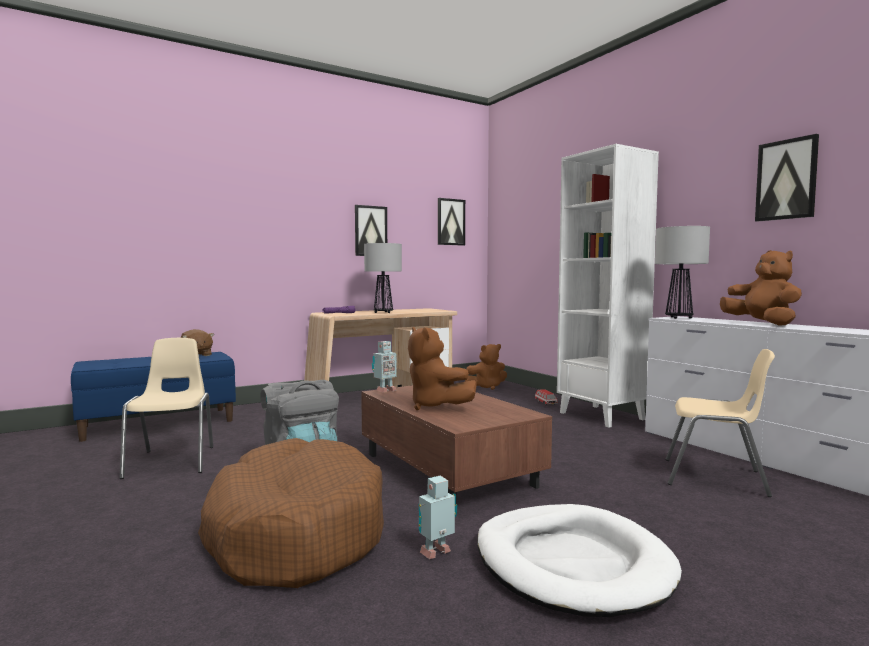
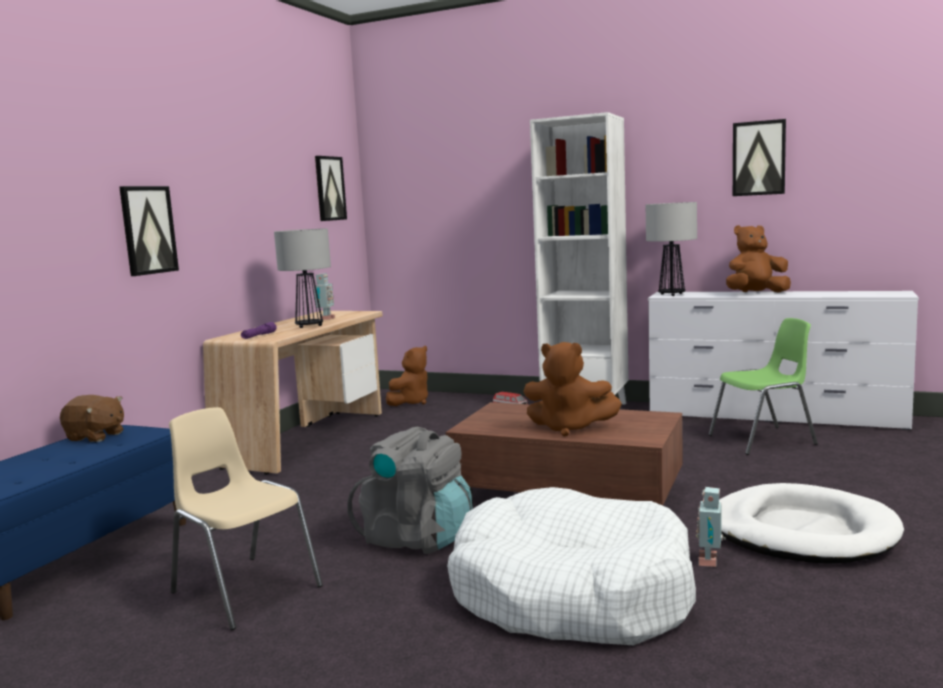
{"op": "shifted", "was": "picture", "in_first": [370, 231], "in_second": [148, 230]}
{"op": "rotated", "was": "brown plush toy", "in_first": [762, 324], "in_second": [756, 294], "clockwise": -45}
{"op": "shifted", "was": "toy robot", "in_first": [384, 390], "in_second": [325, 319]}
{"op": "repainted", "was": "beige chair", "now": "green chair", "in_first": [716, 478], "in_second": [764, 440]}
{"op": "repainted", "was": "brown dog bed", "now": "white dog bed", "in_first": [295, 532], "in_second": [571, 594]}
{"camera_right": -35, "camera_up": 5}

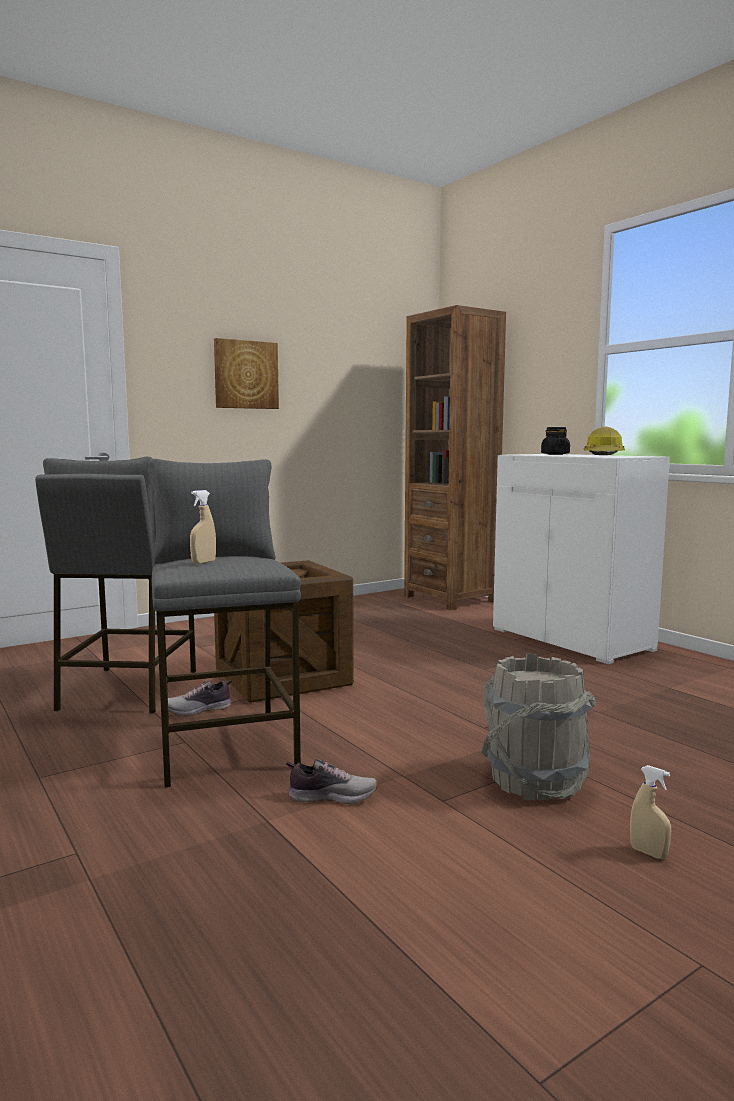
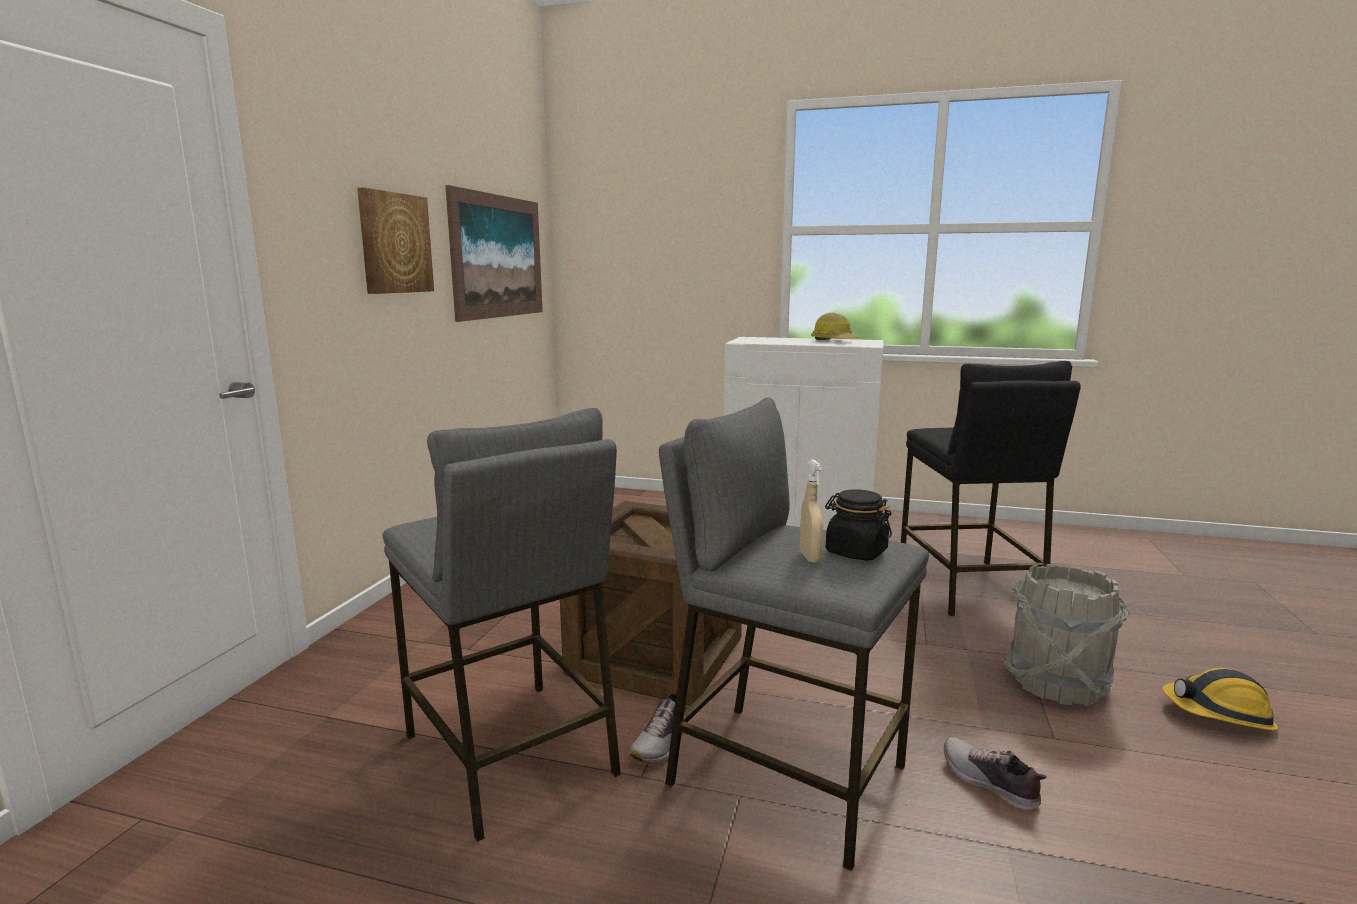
{"op": "gone", "was": "brown bookcase", "in_first": [450, 599]}
{"op": "shifted", "was": "black jar", "in_first": [555, 454], "in_second": [855, 552]}
{"op": "rotated", "was": "shoe", "in_first": [332, 796], "in_second": [989, 783], "clockwise": -90}
{"op": "swapped", "was": "beige spray bottle", "now": "hard hat", "in_first": [648, 853], "in_second": [1218, 714]}
{"op": "new", "now": "picture", "in_second": [498, 256]}
{"op": "new", "now": "black stool", "in_second": [968, 587]}
{"camera_right": -40, "camera_up": 5}

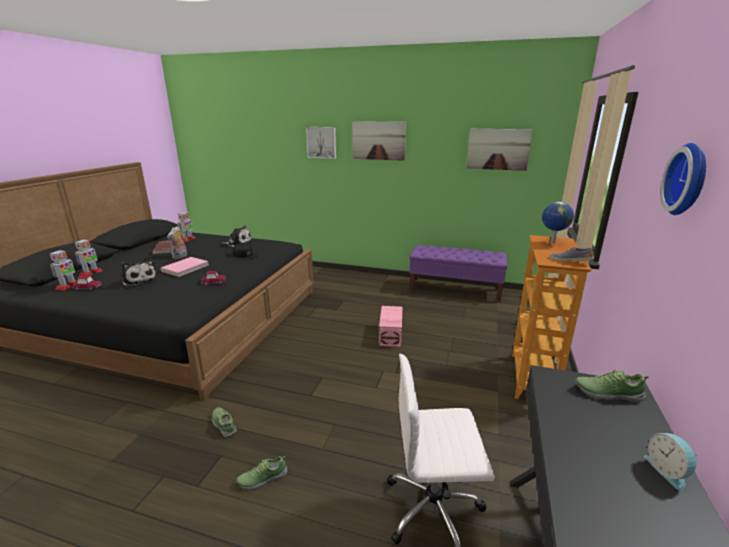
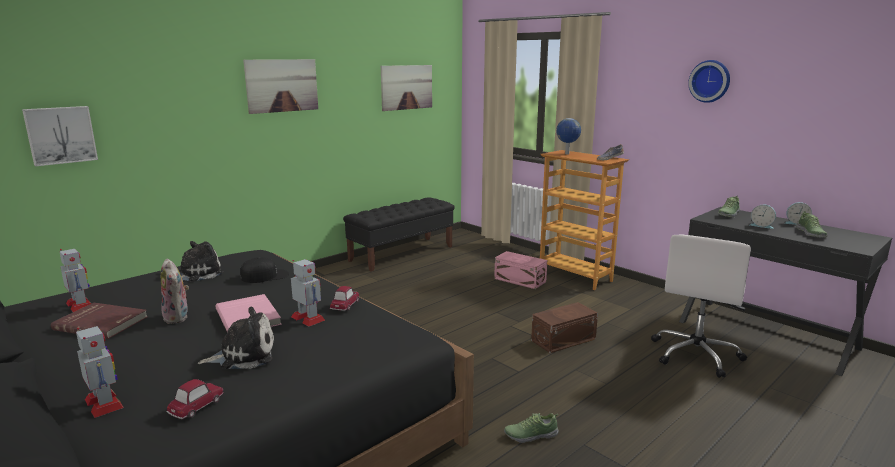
{"op": "shifted", "was": "picture", "in_first": [321, 142], "in_second": [60, 135]}
{"op": "repainted", "was": "purple bench", "now": "black bench", "in_first": [455, 290], "in_second": [402, 253]}
{"op": "shifted", "was": "toy robot", "in_first": [68, 286], "in_second": [308, 318]}
{"op": "shifted", "was": "pink storage box", "in_first": [390, 335], "in_second": [520, 280]}
{"op": "shifted", "was": "shoe", "in_first": [262, 478], "in_second": [810, 233]}
{"op": "new", "now": "alarm clock", "in_second": [762, 226]}
{"op": "new", "now": "brown storage box", "in_second": [562, 339]}
{"camera_right": -60, "camera_up": -5}

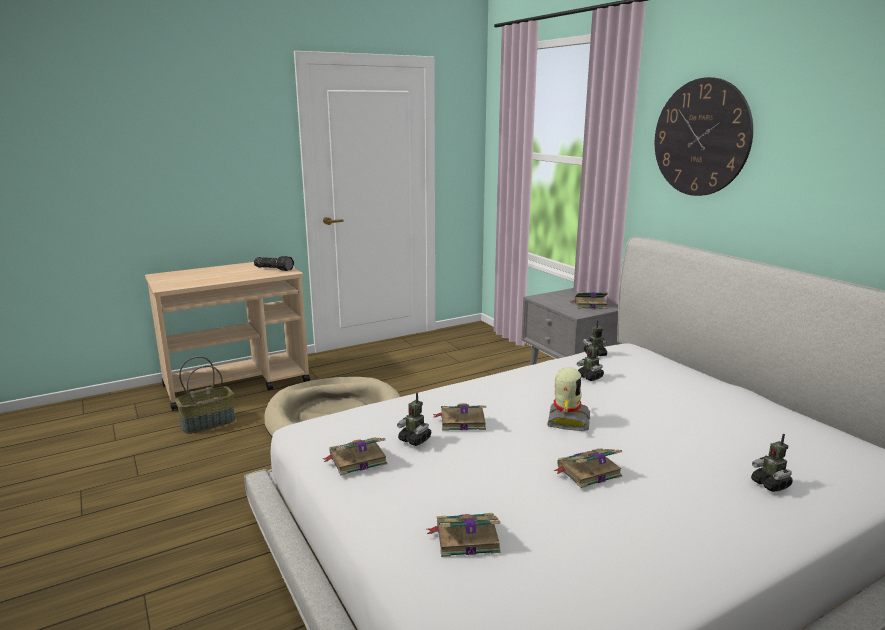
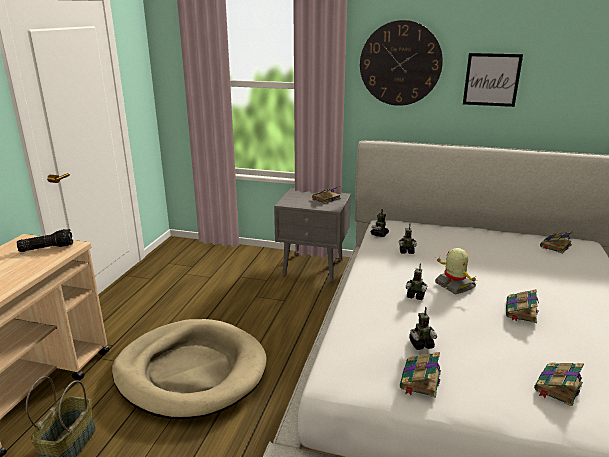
{"op": "shifted", "was": "book", "in_first": [461, 421], "in_second": [555, 246]}
{"op": "shifted", "was": "toy robot", "in_first": [770, 484], "in_second": [415, 296]}
{"op": "new", "now": "picture", "in_second": [491, 79]}
{"camera_right": -45, "camera_up": 5}

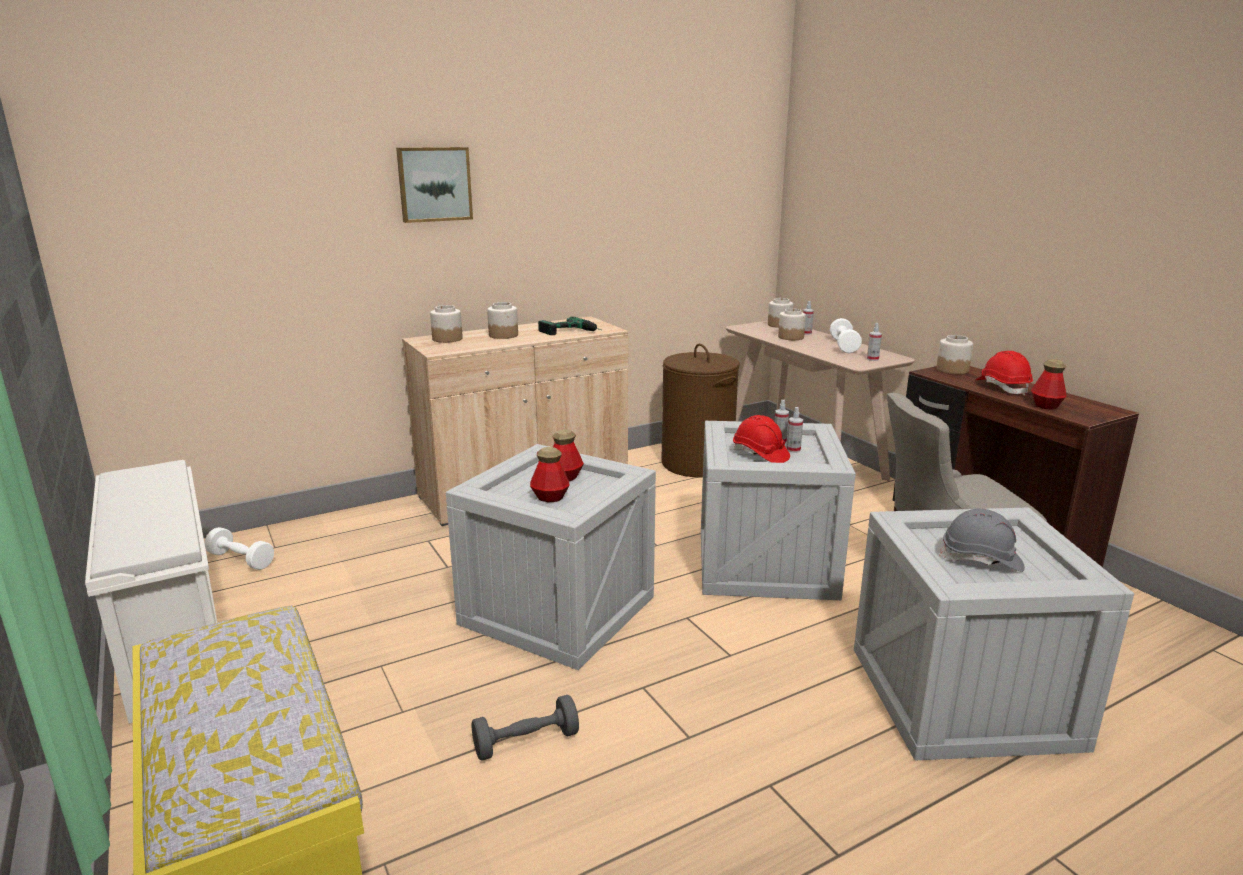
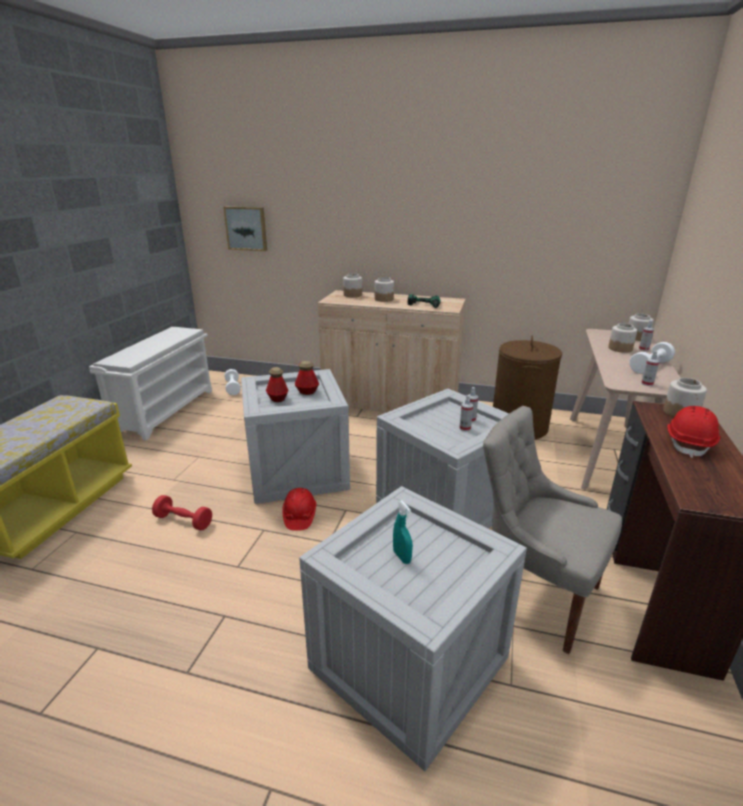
{"op": "shifted", "was": "picture", "in_first": [434, 184], "in_second": [246, 228]}
{"op": "gone", "was": "bottle", "in_first": [1046, 406]}
{"op": "shifted", "was": "red hard hat", "in_first": [760, 454], "in_second": [299, 516]}
{"op": "swapped", "was": "grey hard hat", "now": "turquoise spray bottle", "in_first": [981, 560], "in_second": [402, 557]}
{"op": "repainted", "was": "grey dumbbell", "now": "red dumbbell", "in_first": [526, 742], "in_second": [183, 521]}
{"camera_right": 45, "camera_up": 5}

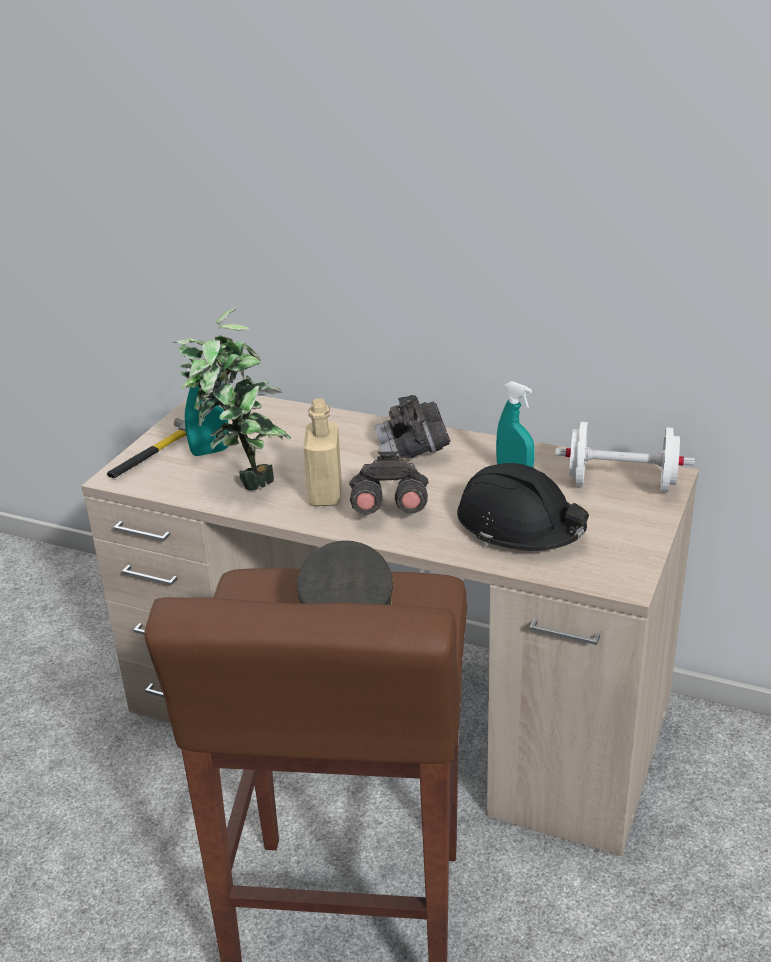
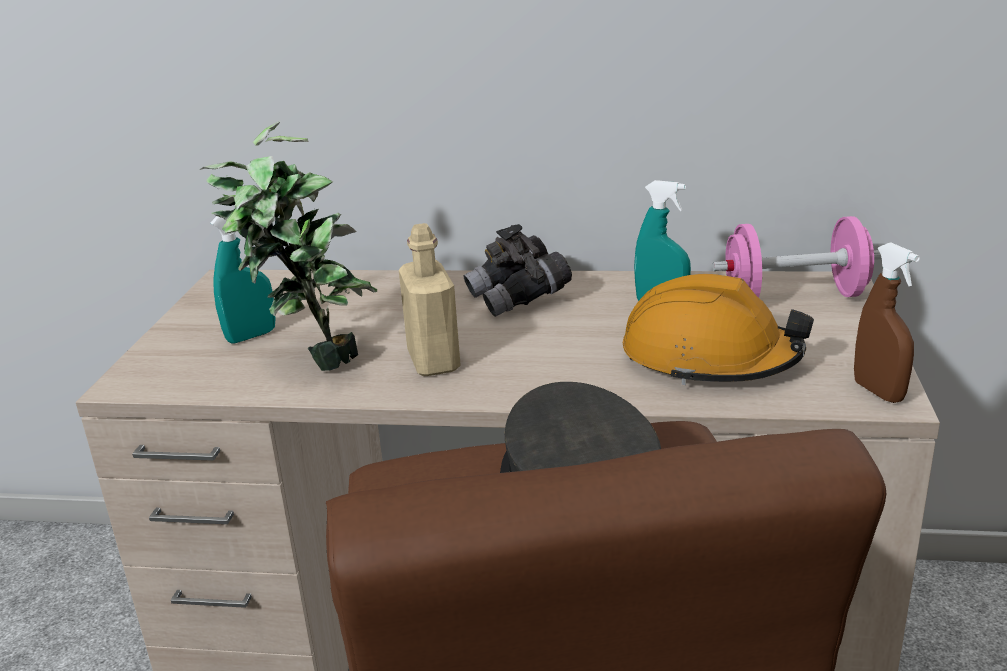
{"op": "gone", "was": "hammer", "in_first": [155, 453]}
{"op": "repainted", "was": "white dumbbell", "now": "pink dumbbell", "in_first": [621, 484], "in_second": [794, 297]}
{"op": "gone", "was": "grey binoculars", "in_first": [388, 509]}
{"op": "repainted", "was": "black hard hat", "now": "orange hard hat", "in_first": [520, 527], "in_second": [710, 359]}
{"op": "new", "now": "brown spray bottle", "in_second": [878, 392]}
{"camera_right": -15, "camera_up": -5}

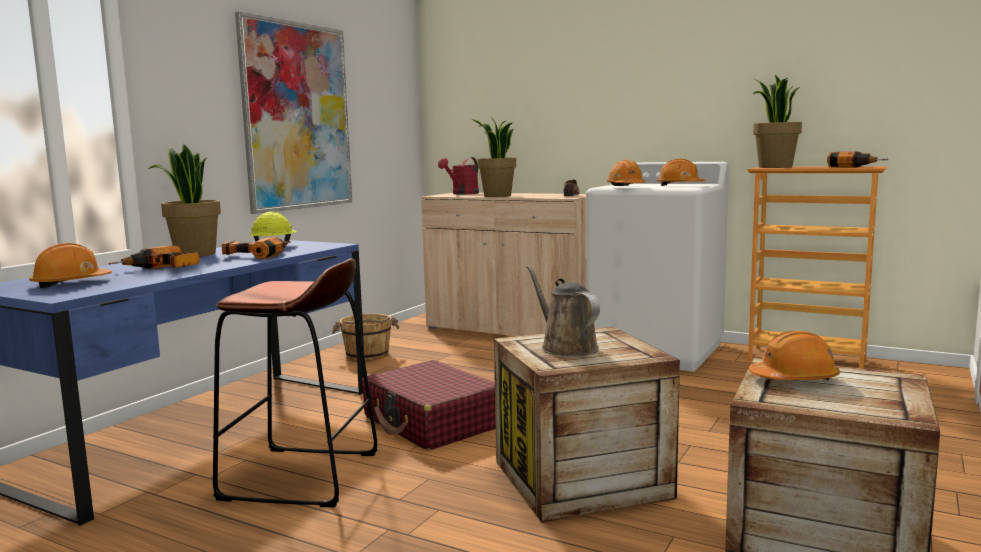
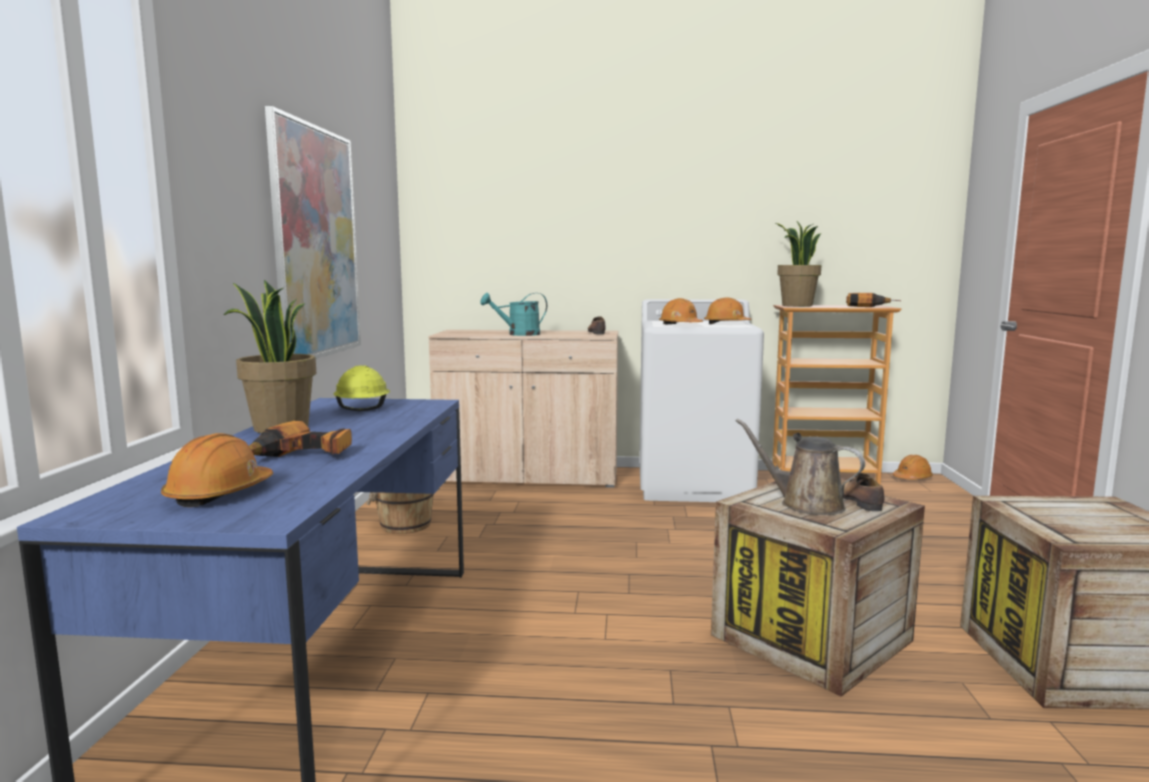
{"op": "swapped", "was": "potted plant", "now": "turquoise watering can", "in_first": [497, 196], "in_second": [518, 334]}
{"op": "gone", "was": "red watering can", "in_first": [462, 194]}
{"op": "gone", "was": "power drill", "in_first": [256, 255]}
{"op": "gone", "was": "brown stool", "in_first": [301, 476]}
{"op": "shifted", "was": "orange hard hat", "in_first": [794, 379], "in_second": [912, 478]}
{"op": "gone", "was": "red suitcase", "in_first": [432, 422]}
{"op": "new", "now": "shoe", "in_second": [856, 500]}
{"camera_right": -25, "camera_up": 0}

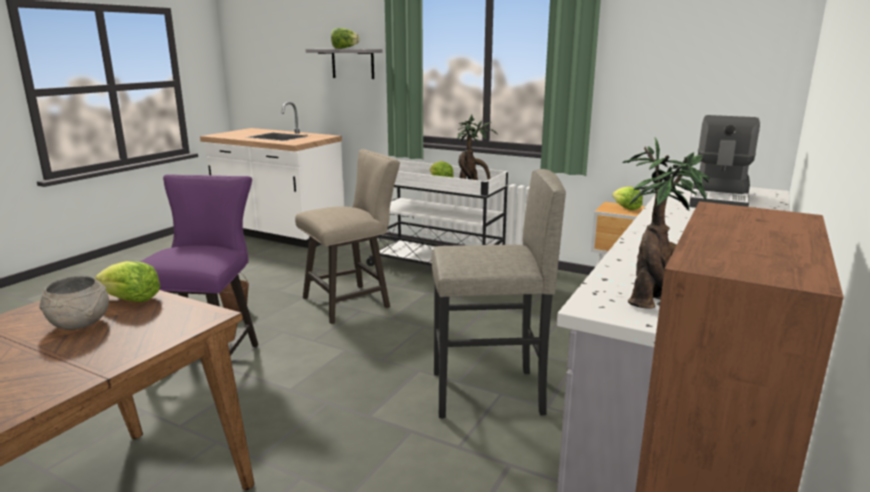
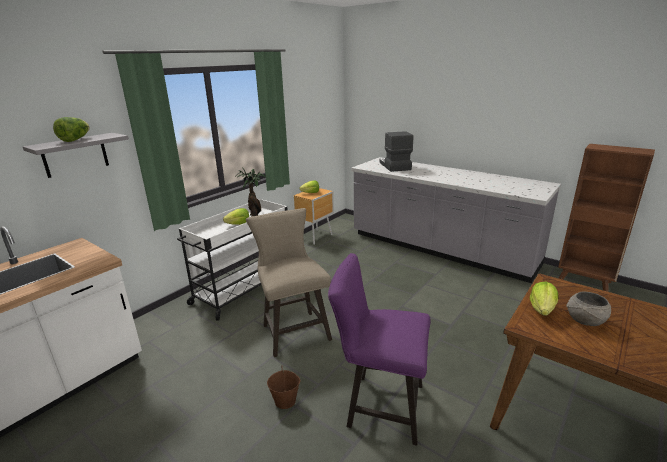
{"op": "rotated", "was": "coffee machine", "in_first": [720, 199], "in_second": [394, 166], "clockwise": -135}
{"op": "gone", "was": "potted plant", "in_first": [655, 301]}
{"op": "gone", "was": "grey stool", "in_first": [487, 393]}
{"camera_right": -80, "camera_up": 5}

